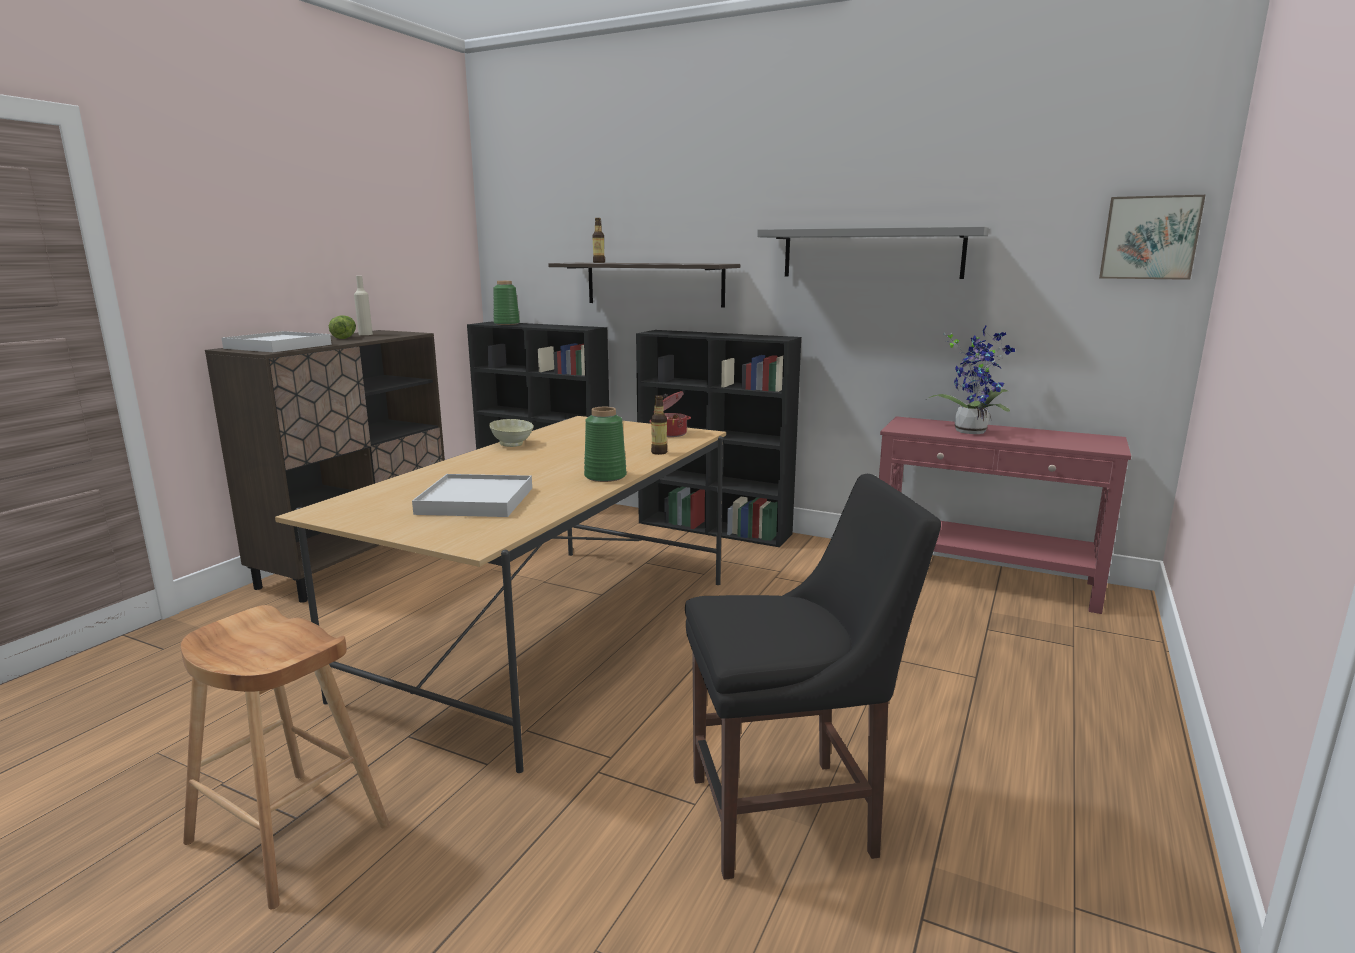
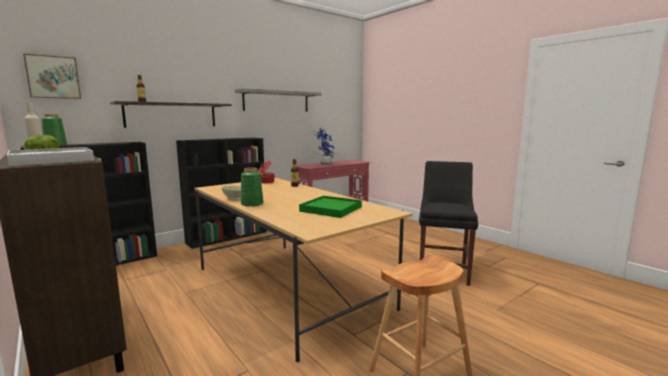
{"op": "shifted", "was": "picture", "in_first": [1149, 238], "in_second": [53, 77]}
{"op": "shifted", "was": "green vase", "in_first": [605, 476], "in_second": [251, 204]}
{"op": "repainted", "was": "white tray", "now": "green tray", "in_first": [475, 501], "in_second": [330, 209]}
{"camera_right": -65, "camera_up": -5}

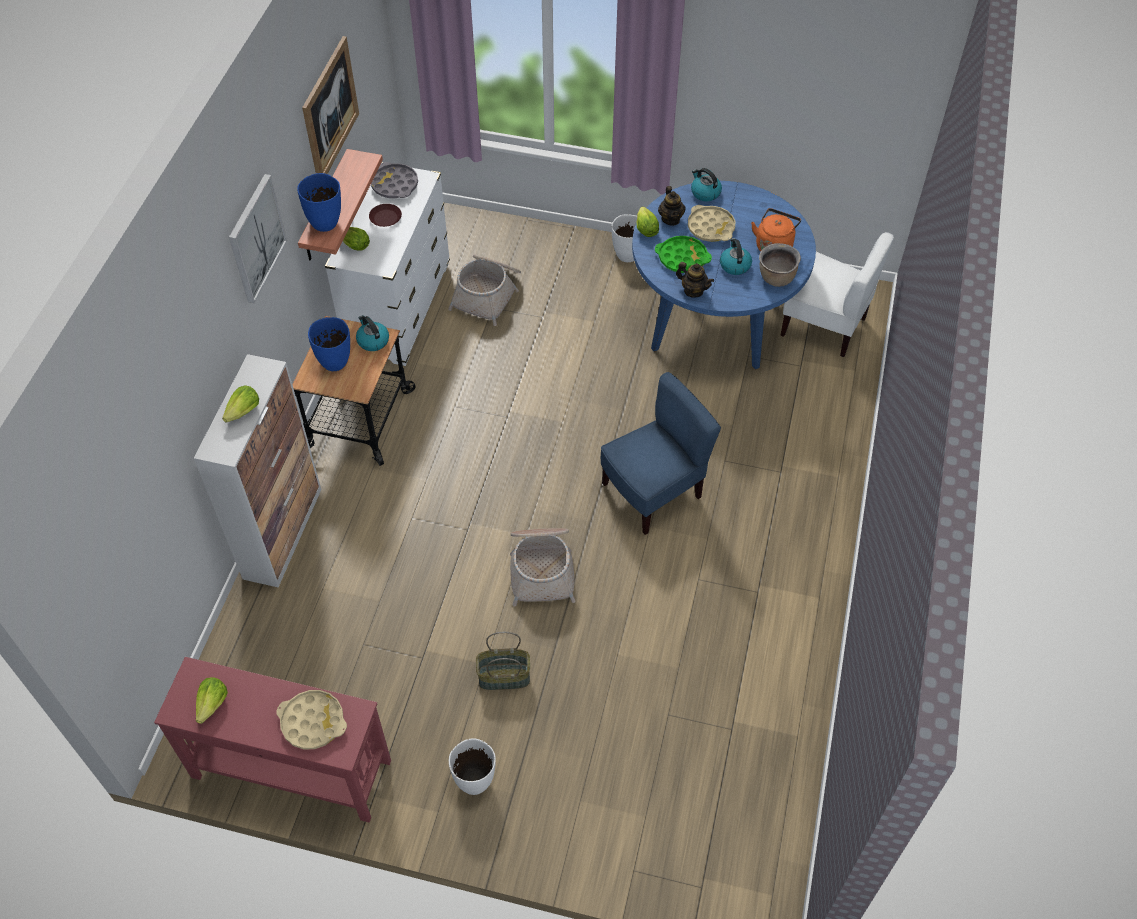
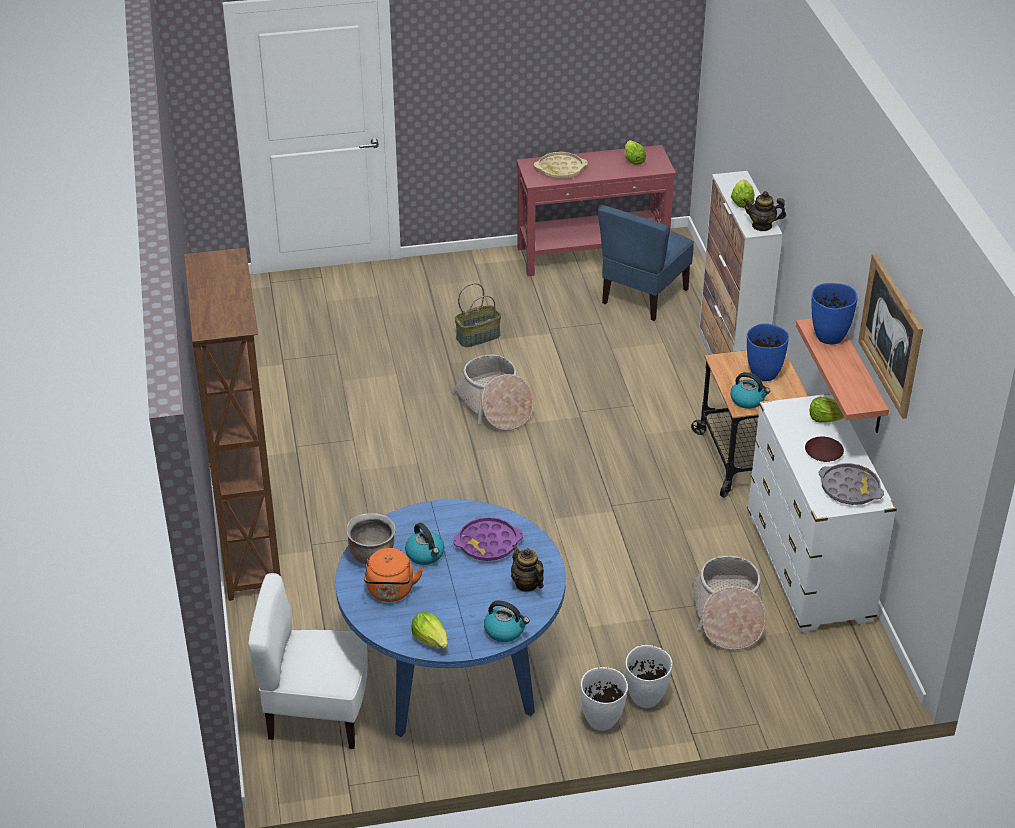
{"op": "gone", "was": "picture", "in_first": [256, 238]}
{"op": "gone", "was": "beige tray", "in_first": [711, 227]}
{"op": "shifted", "was": "lettuce", "in_first": [646, 229], "in_second": [431, 639]}
{"op": "repainted", "was": "green tray", "now": "purple tray", "in_first": [682, 258], "in_second": [488, 544]}
{"op": "shifted", "was": "teapot", "in_first": [693, 291], "in_second": [762, 226]}
{"op": "shifted", "was": "blue chair", "in_first": [653, 492], "in_second": [643, 296]}
{"op": "shifted", "was": "white vase", "in_first": [474, 781], "in_second": [646, 698]}
{"op": "new", "now": "brown bookcase", "in_second": [252, 552]}
{"camera_right": 155, "camera_up": -15}

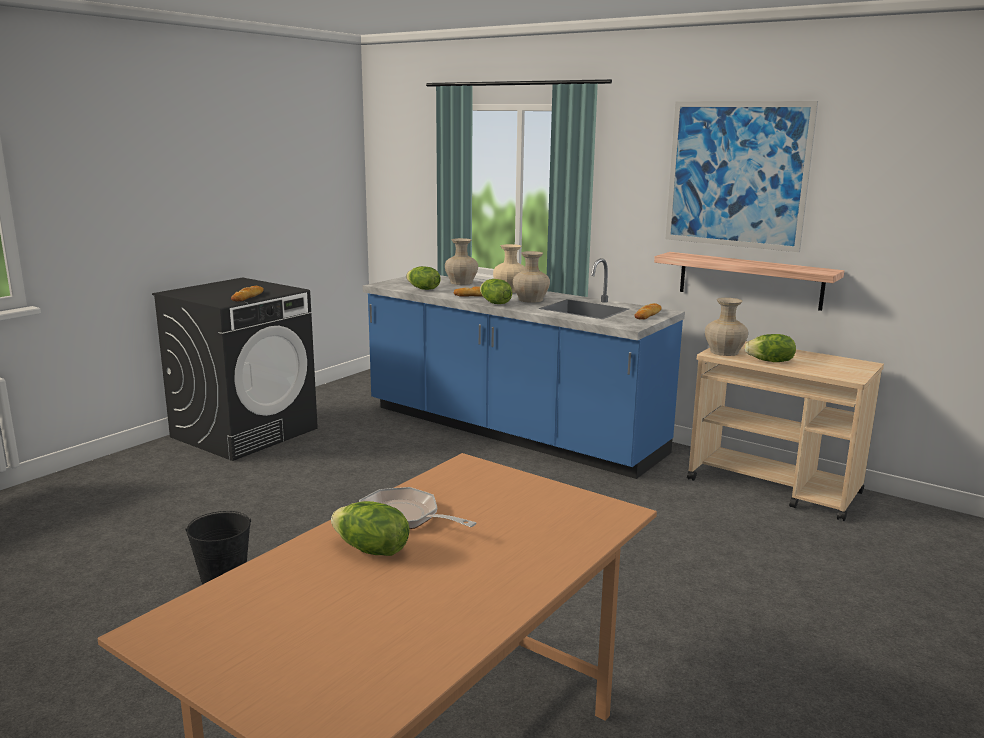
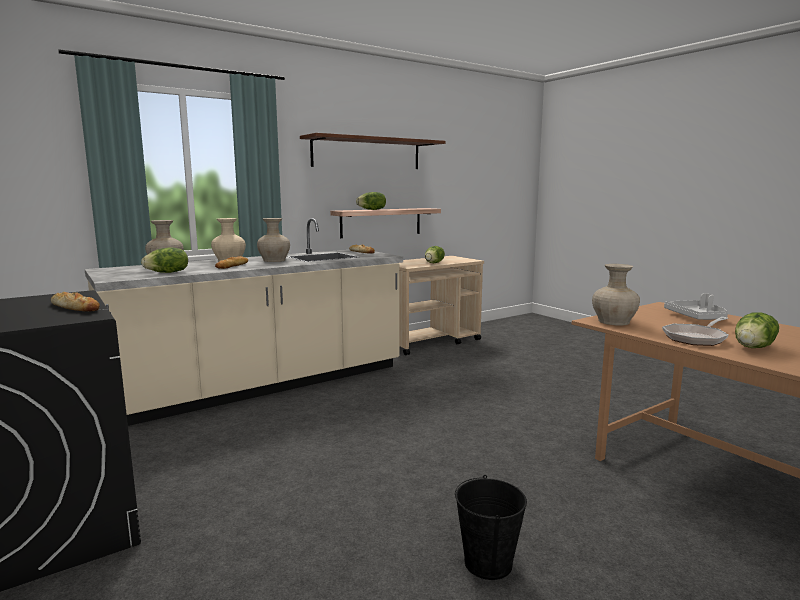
{"op": "swapped", "was": "picture", "now": "brown shelf", "in_first": [736, 175], "in_second": [367, 153]}
{"op": "repainted", "was": "blue counter", "now": "beige counter", "in_first": [511, 431], "in_second": [264, 385]}
{"op": "shifted", "was": "lettuce", "in_first": [495, 303], "in_second": [372, 209]}
{"op": "shifted", "was": "beige vase", "in_first": [724, 352], "in_second": [614, 321]}
{"op": "new", "now": "grey tray", "in_second": [696, 317]}
{"camera_right": -70, "camera_up": -5}

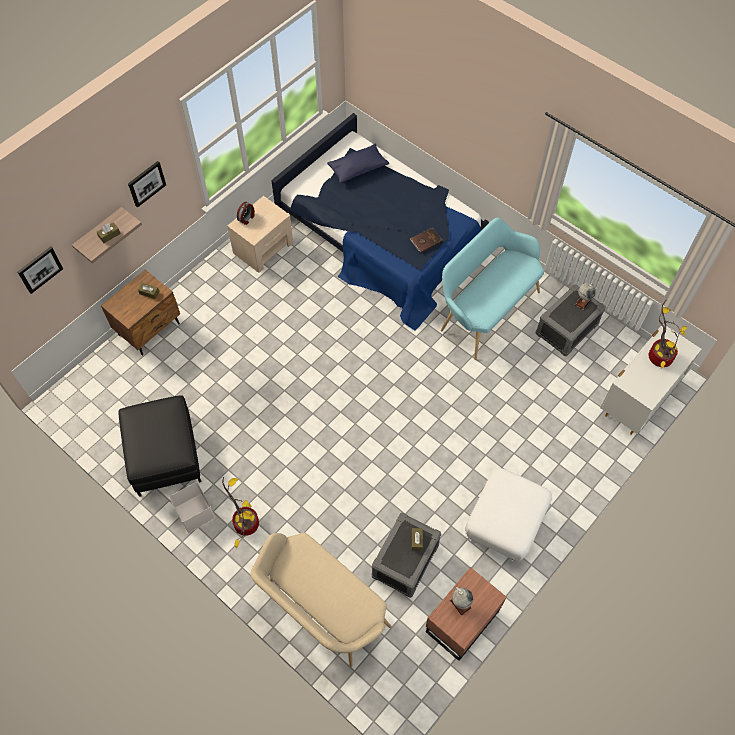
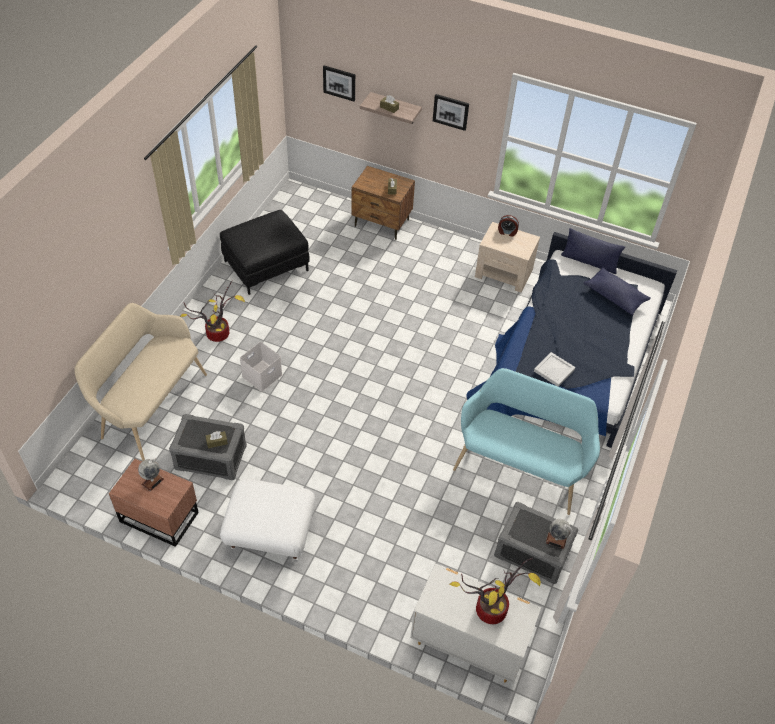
{"op": "swapped", "was": "brown book", "now": "white tray", "in_first": [426, 241], "in_second": [554, 370]}
{"op": "shifted", "was": "white storage box", "in_first": [194, 512], "in_second": [262, 375]}
{"op": "new", "now": "blue pillow", "in_second": [589, 262]}
{"camera_right": 70, "camera_up": -10}

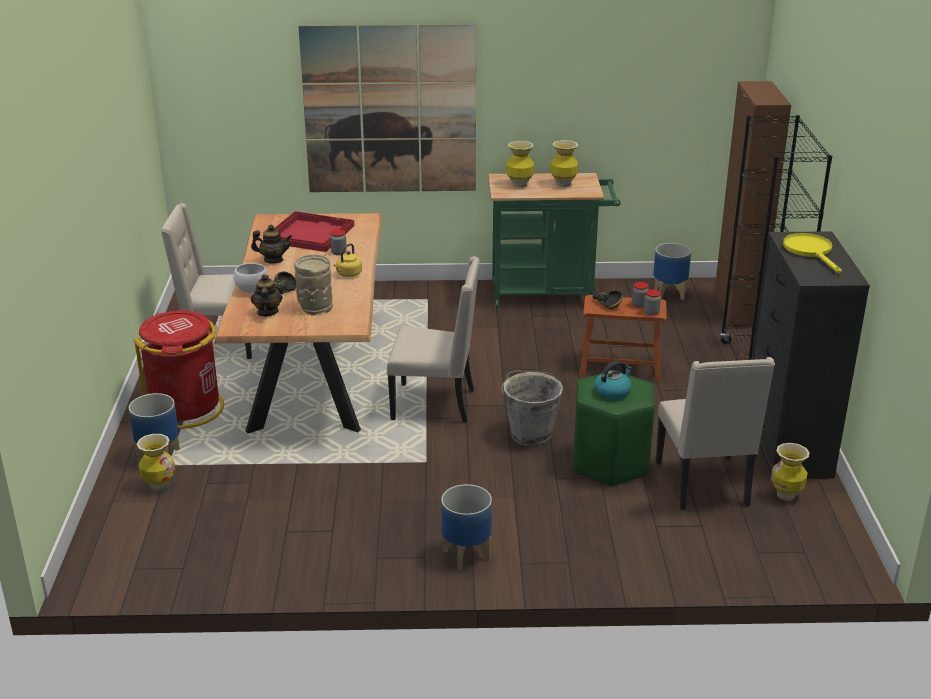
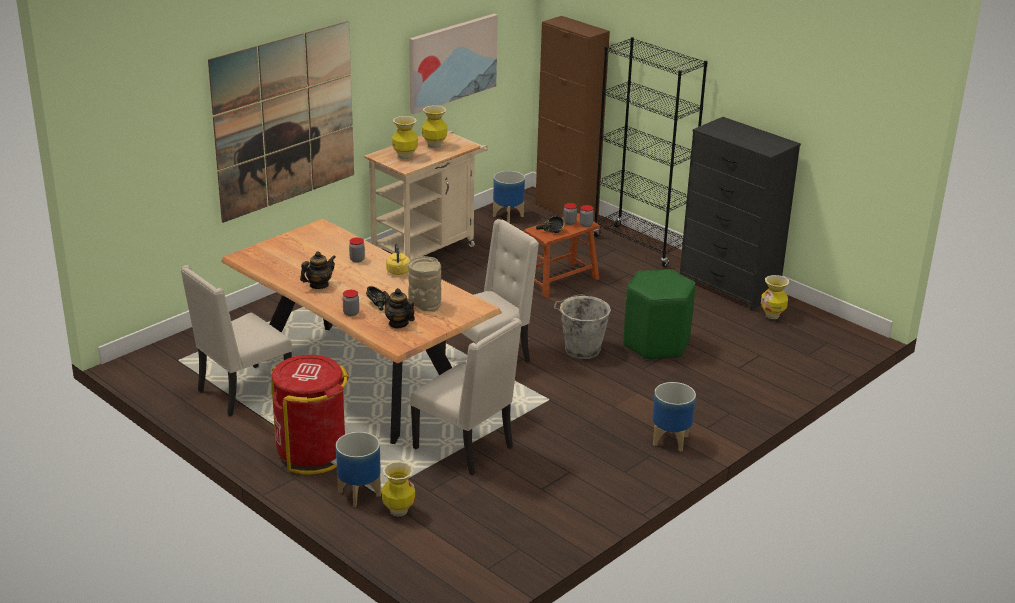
{"op": "repainted", "was": "green cart", "now": "beige cart", "in_first": [549, 294], "in_second": [428, 248]}
{"op": "gone", "was": "red tray", "in_first": [309, 233]}
{"op": "gone", "was": "yellow frying pan", "in_first": [811, 251]}
{"op": "swapped", "was": "white bowl", "now": "jar", "in_first": [251, 290], "in_second": [351, 313]}
{"op": "shifted", "was": "beige chair", "in_first": [704, 485], "in_second": [466, 448]}
{"op": "gone", "was": "kettle", "in_first": [612, 392]}
{"op": "new", "now": "picture", "in_second": [452, 62]}
{"camera_right": -45, "camera_up": 0}

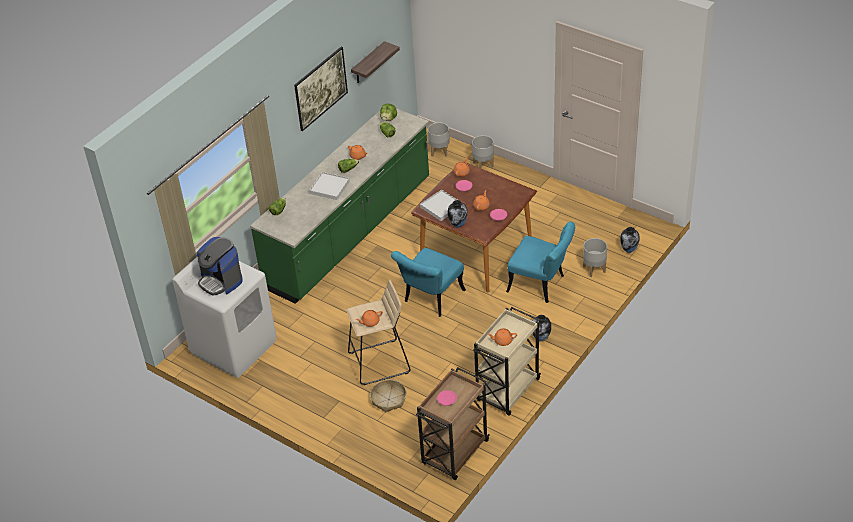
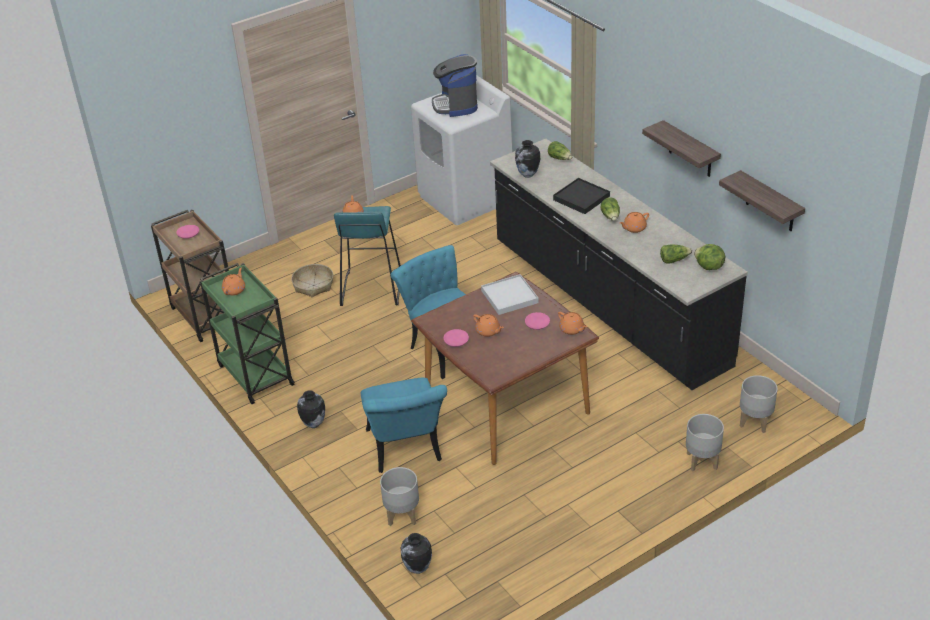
{"op": "swapped", "was": "picture", "now": "shelf", "in_first": [322, 99], "in_second": [690, 150]}
{"op": "repainted", "was": "green counter", "now": "black counter", "in_first": [350, 234], "in_second": [607, 304]}
{"op": "repainted", "was": "white tray", "now": "black tray", "in_first": [329, 187], "in_second": [581, 198]}
{"op": "shifted", "was": "vase", "in_first": [458, 224], "in_second": [527, 175]}
{"op": "rotated", "was": "turquoise chair", "in_first": [541, 285], "in_second": [406, 451], "clockwise": -60}
{"op": "rotated", "was": "coffee machine", "in_first": [221, 280], "in_second": [456, 105], "clockwise": -75}
{"op": "repainted", "was": "beige stool", "now": "turquoise stool", "in_first": [380, 362], "in_second": [371, 289]}
{"op": "repainted", "was": "beige cart", "now": "green cart", "in_first": [507, 391], "in_second": [254, 374]}
{"camera_right": 110, "camera_up": -5}

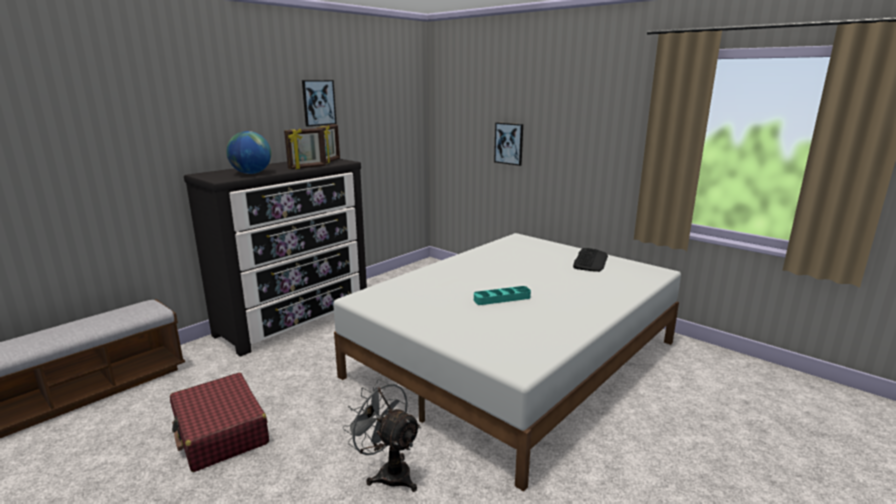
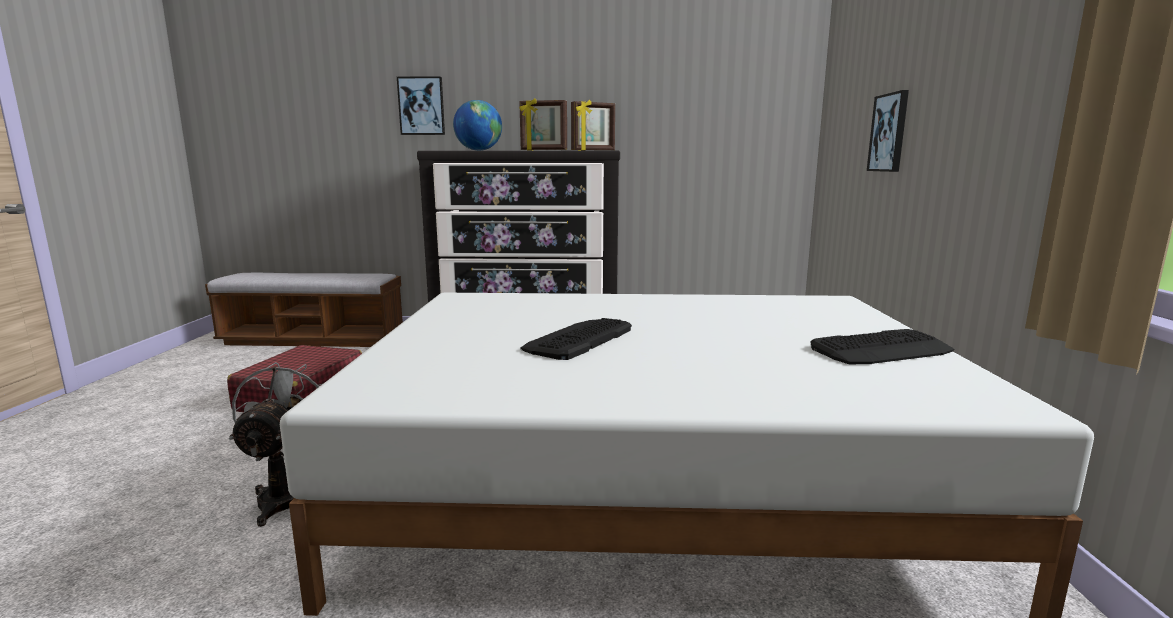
{"op": "shifted", "was": "picture", "in_first": [318, 102], "in_second": [421, 106]}
{"op": "swapped", "was": "turquoise tray", "now": "keyboard", "in_first": [502, 298], "in_second": [578, 339]}
{"camera_right": 50, "camera_up": -5}

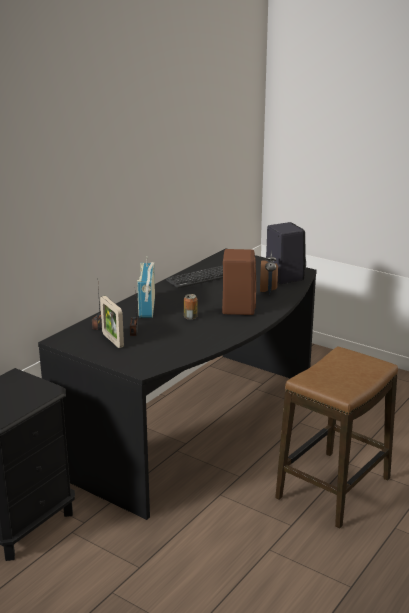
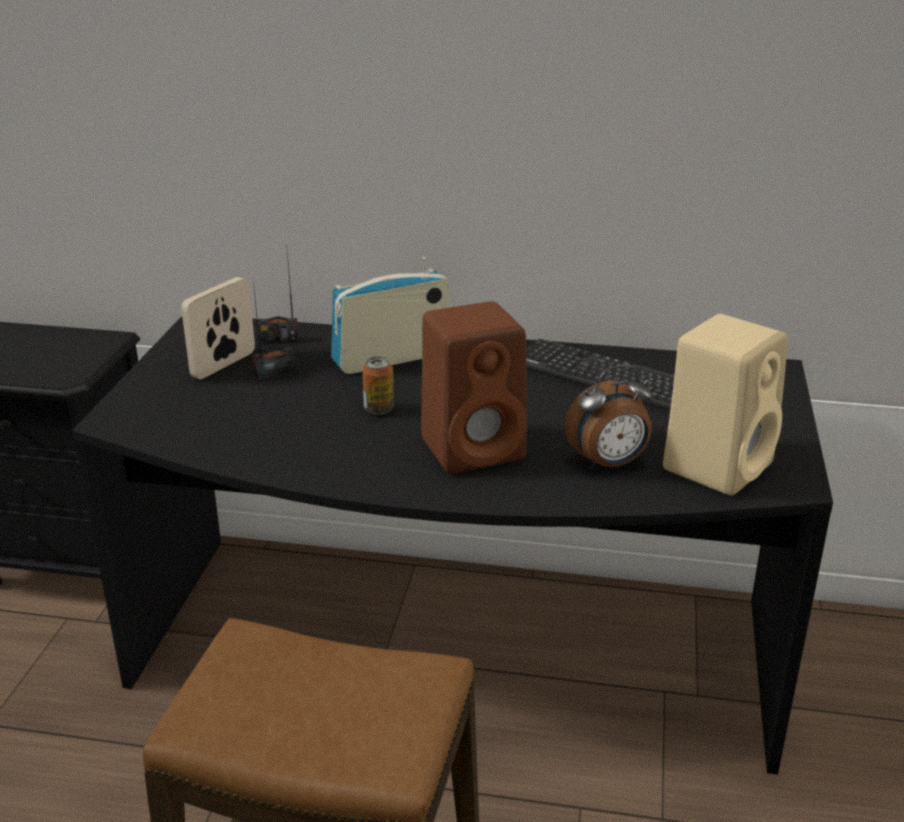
{"op": "repainted", "was": "black speaker", "now": "beige speaker", "in_first": [283, 277], "in_second": [718, 465]}
{"camera_right": 65, "camera_up": 5}

